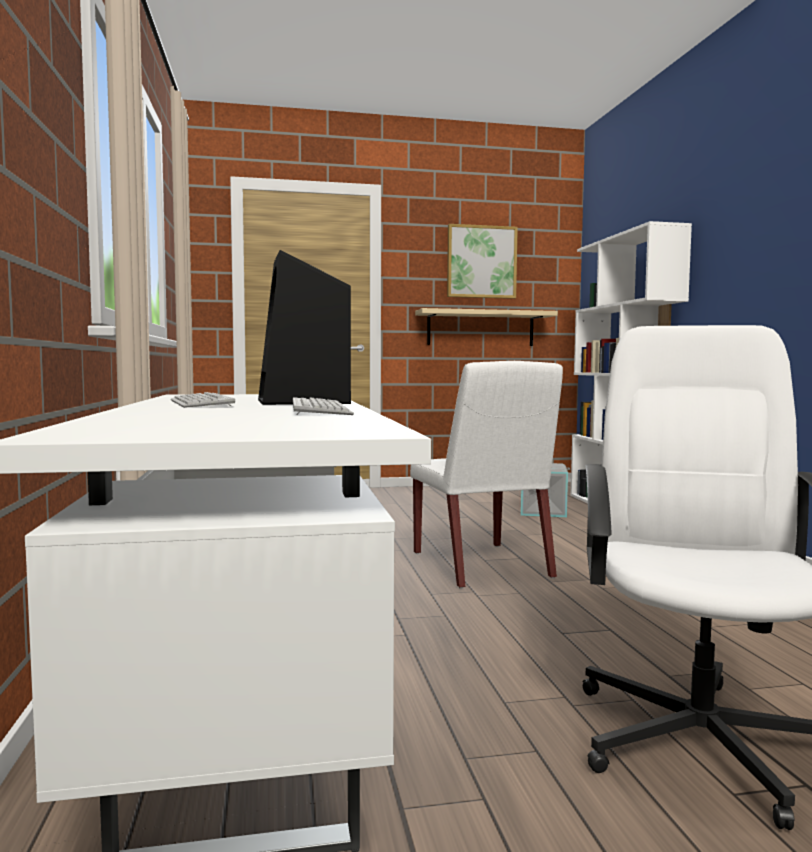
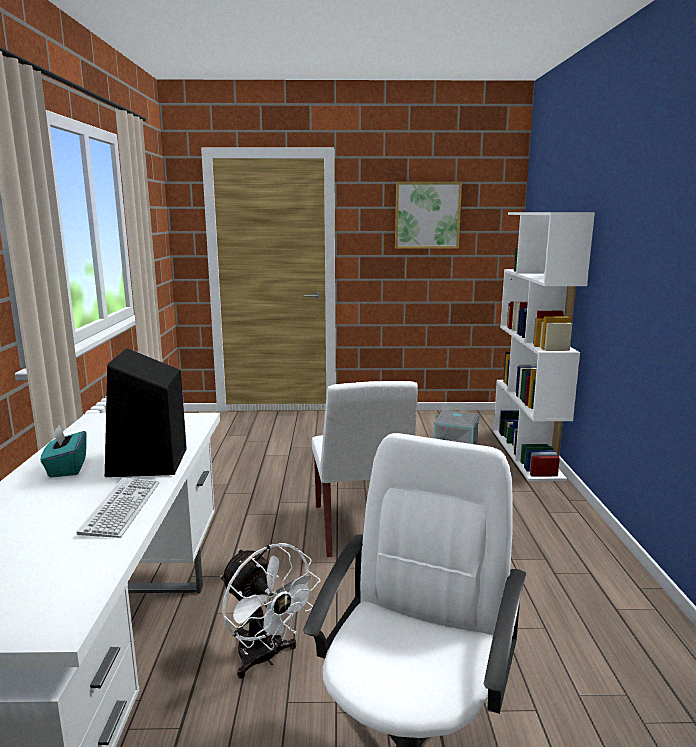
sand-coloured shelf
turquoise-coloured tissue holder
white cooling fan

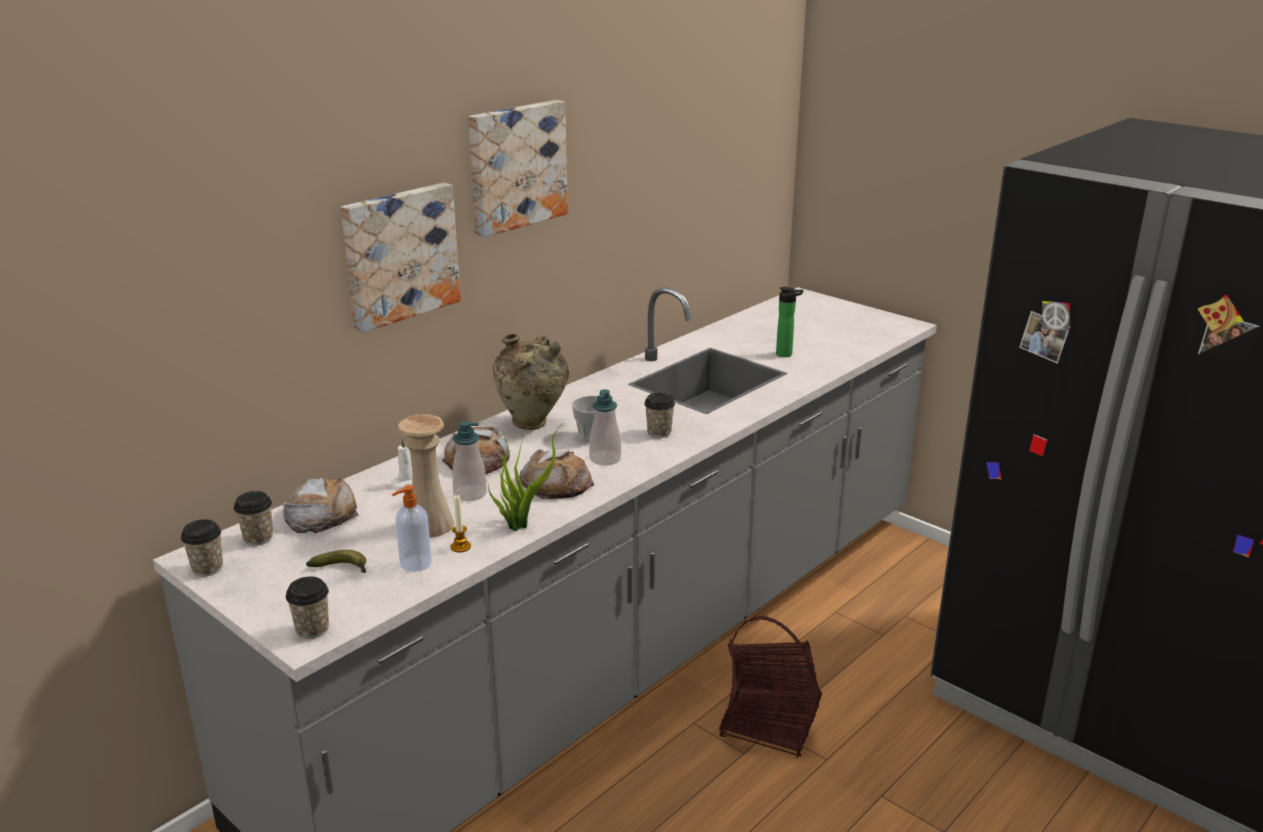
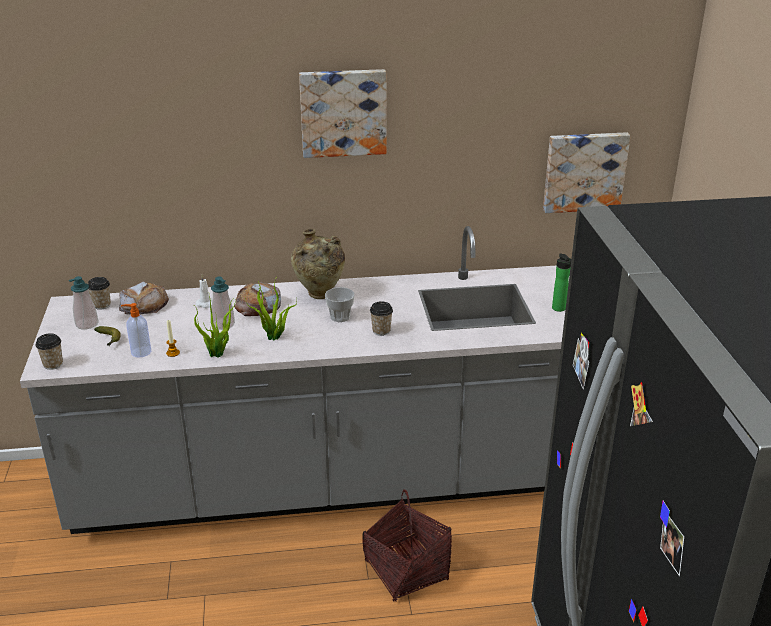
picture (2nd from left)
soap bottle (1st from left)
sand-coloured vase (1st from left in the first image)
potted plant (2nd from left)
cup (1st from left in the first image)

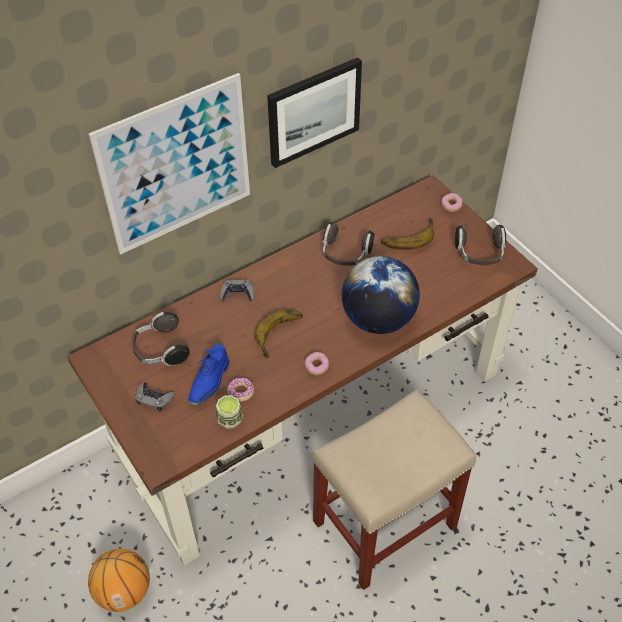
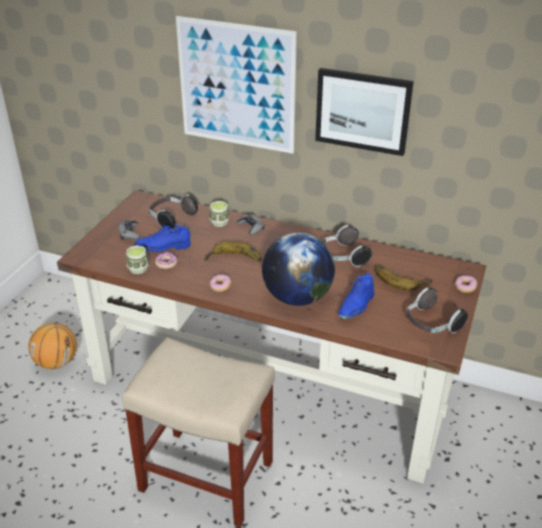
cup (2nd from left)
blue-coloured item of footwear (2nd from left)

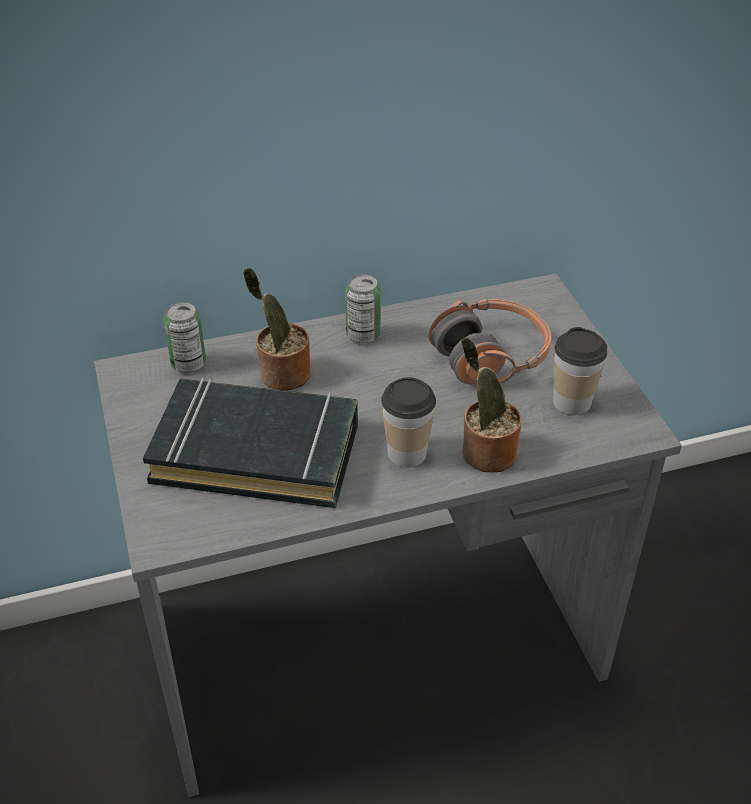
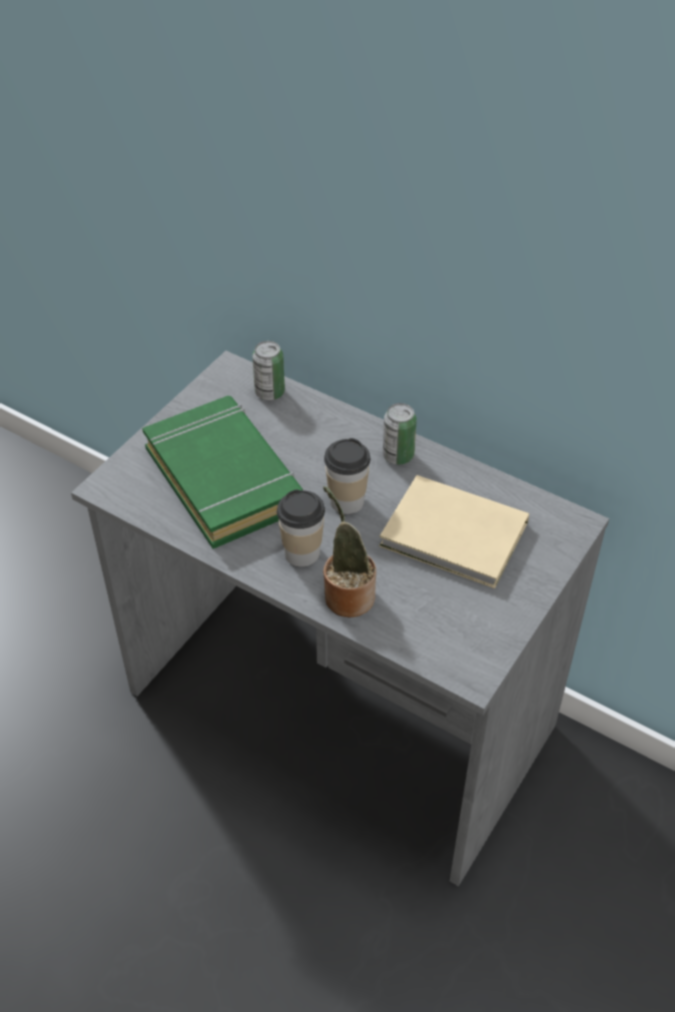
potted plant (1st from left in the first image)
sand-coloured book
cup (2nd from left)
green-coloured book

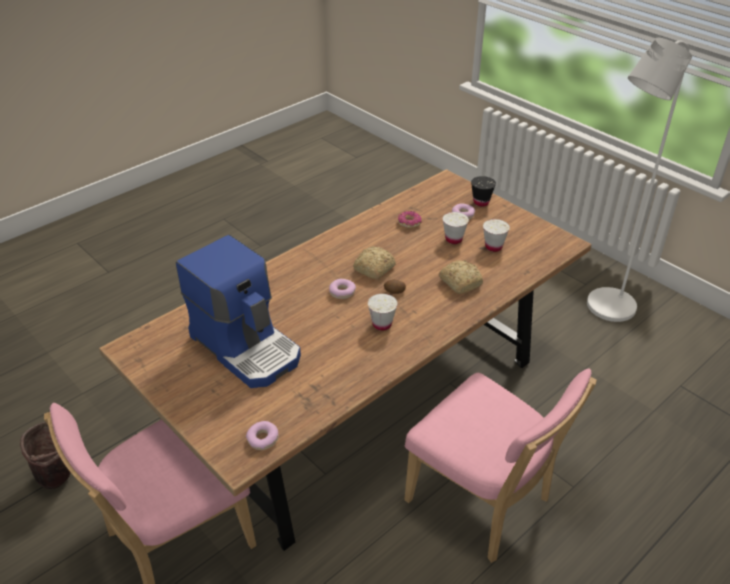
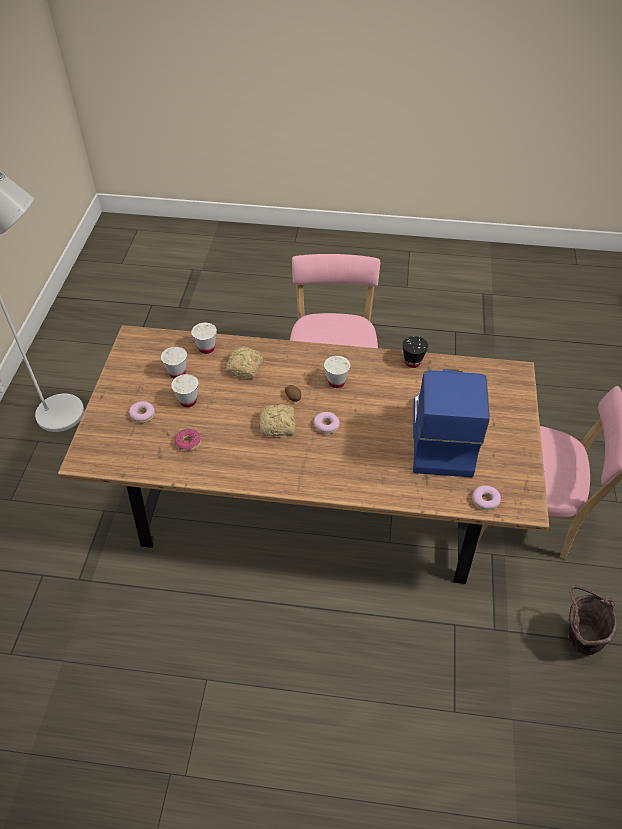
black cup
donut (4th from left)
white cup (3rd from left)

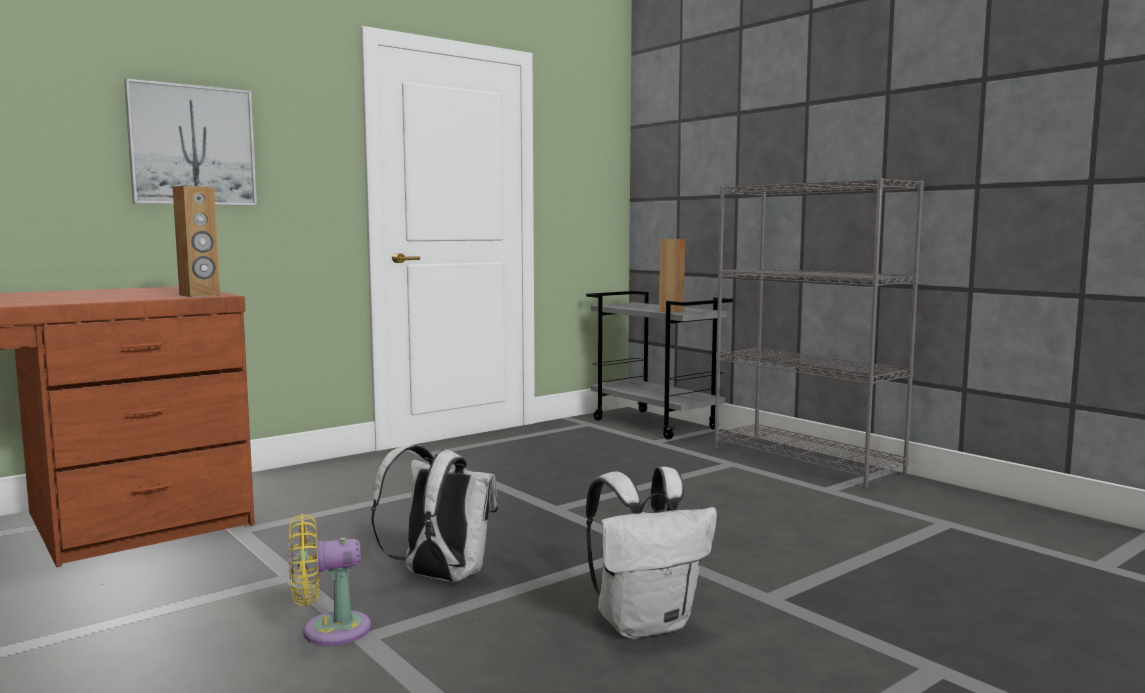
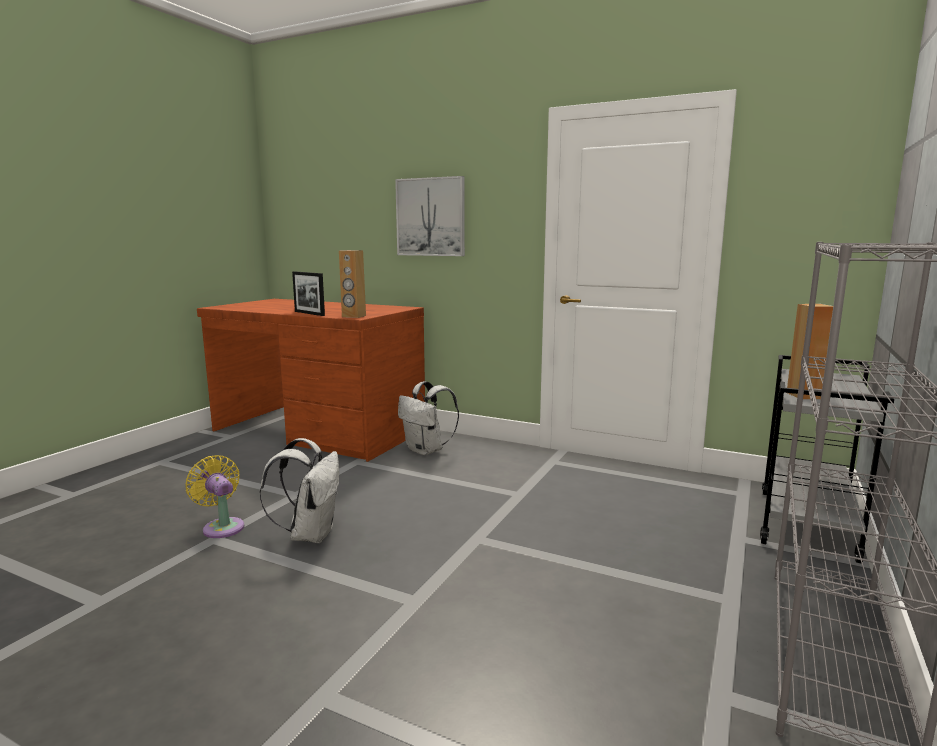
white knapsack (2nd from left)
standing frame

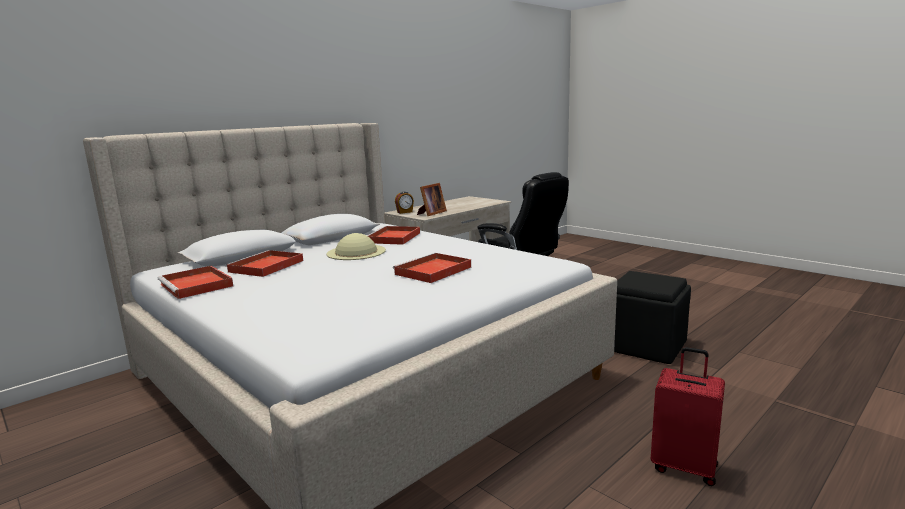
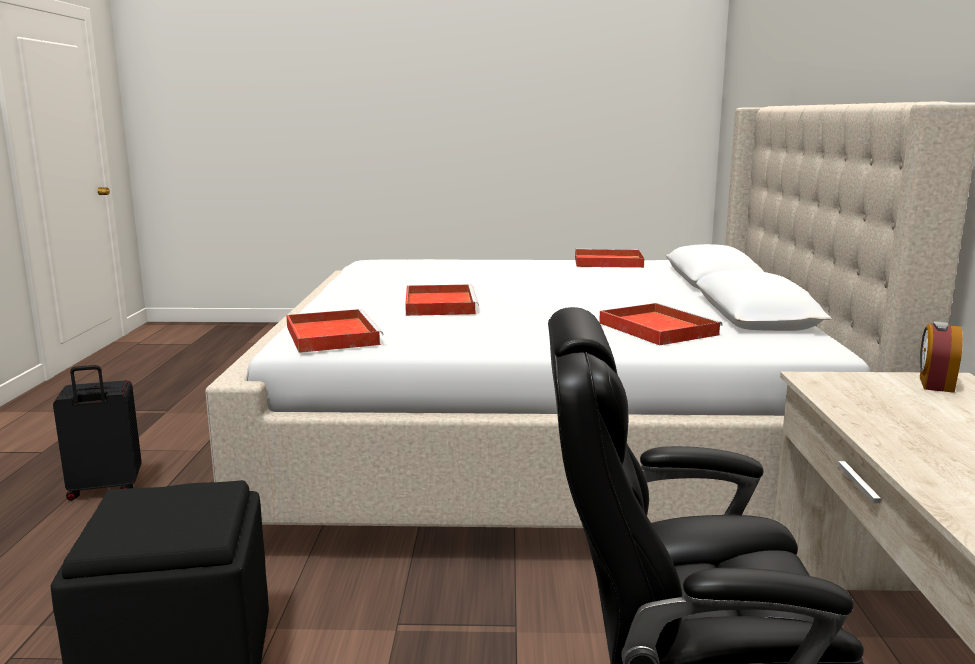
standing frame
sand-coloured clothing hat
reddish carrying tray (1st from left)
black travel case

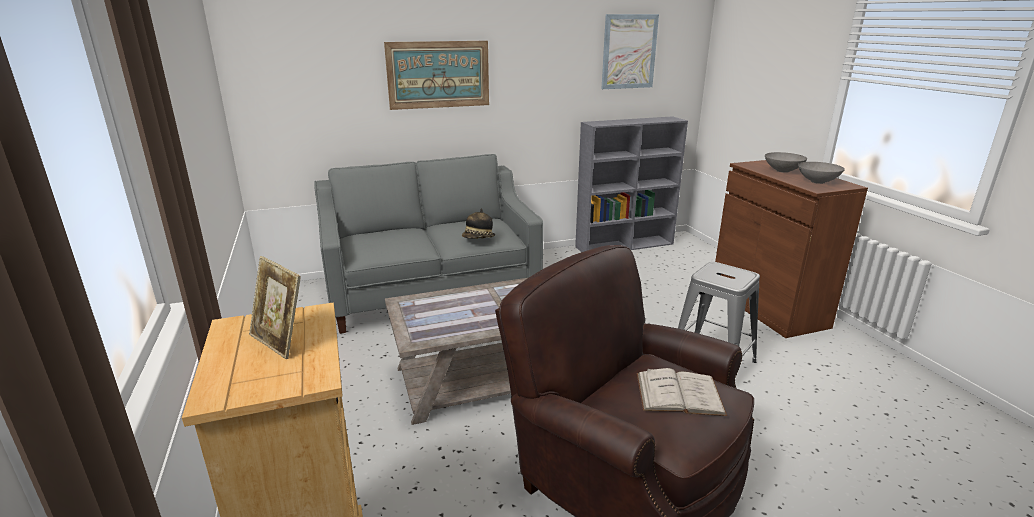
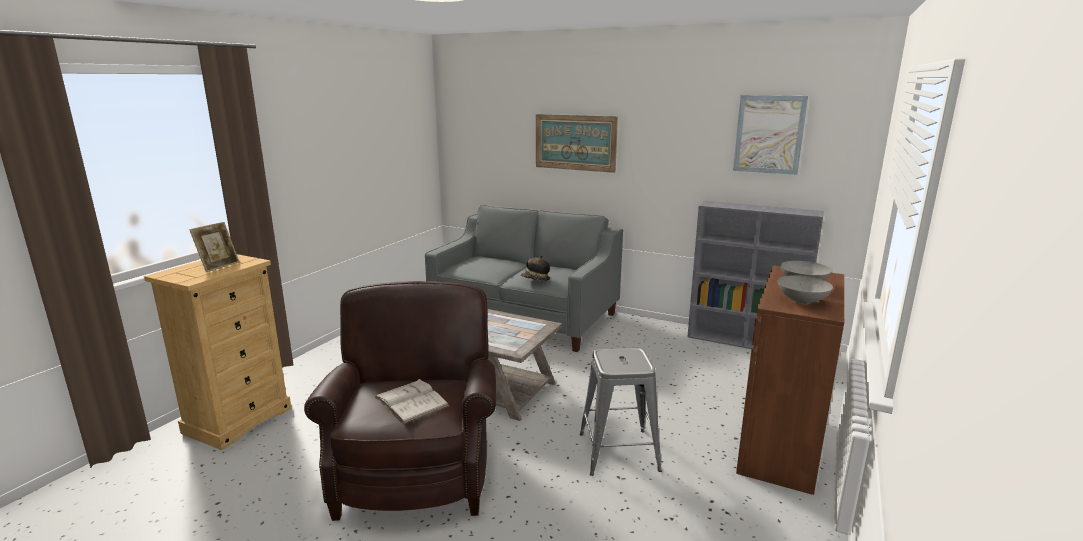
standing frame

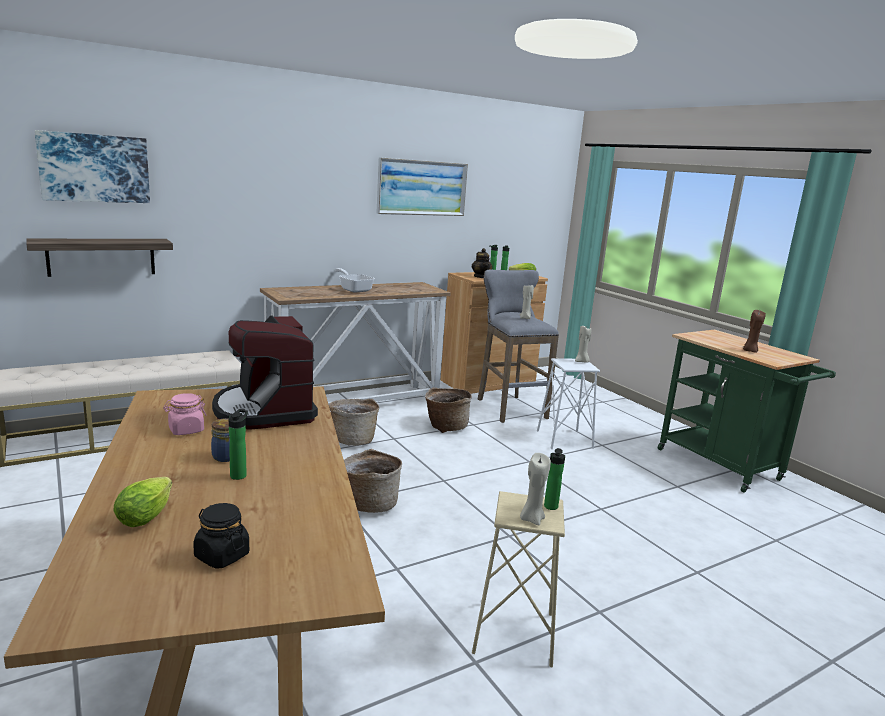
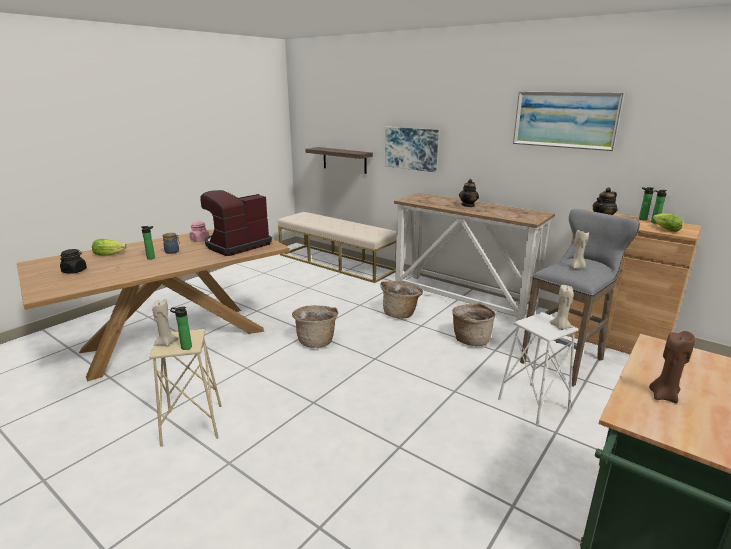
picture (1st from left)
tea pot (1st from left)

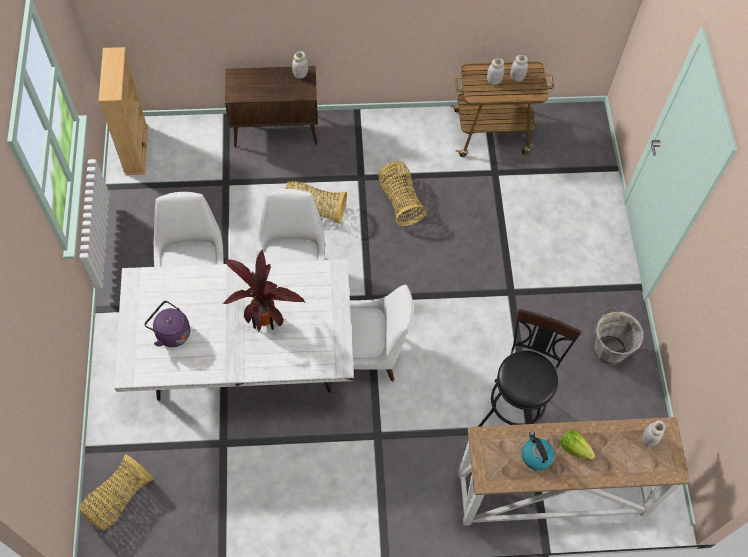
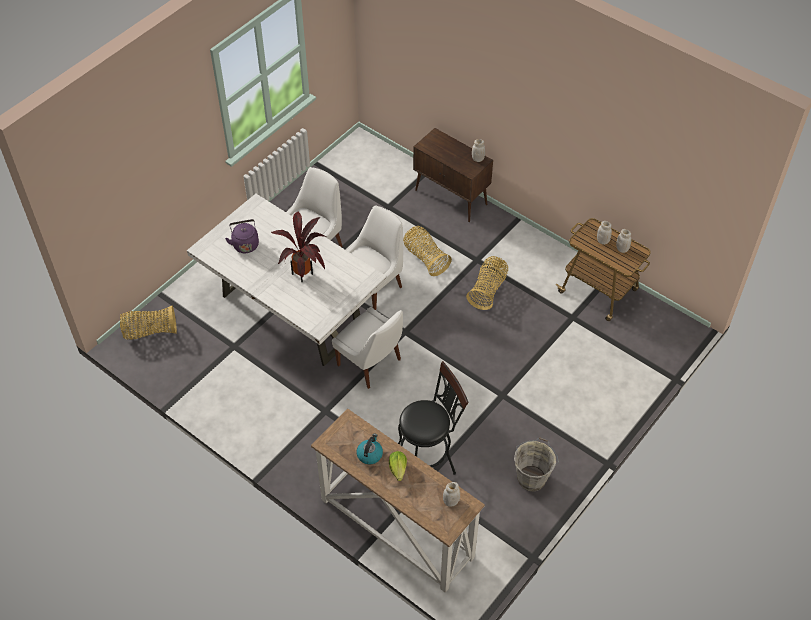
sand-coloured bookshelf

